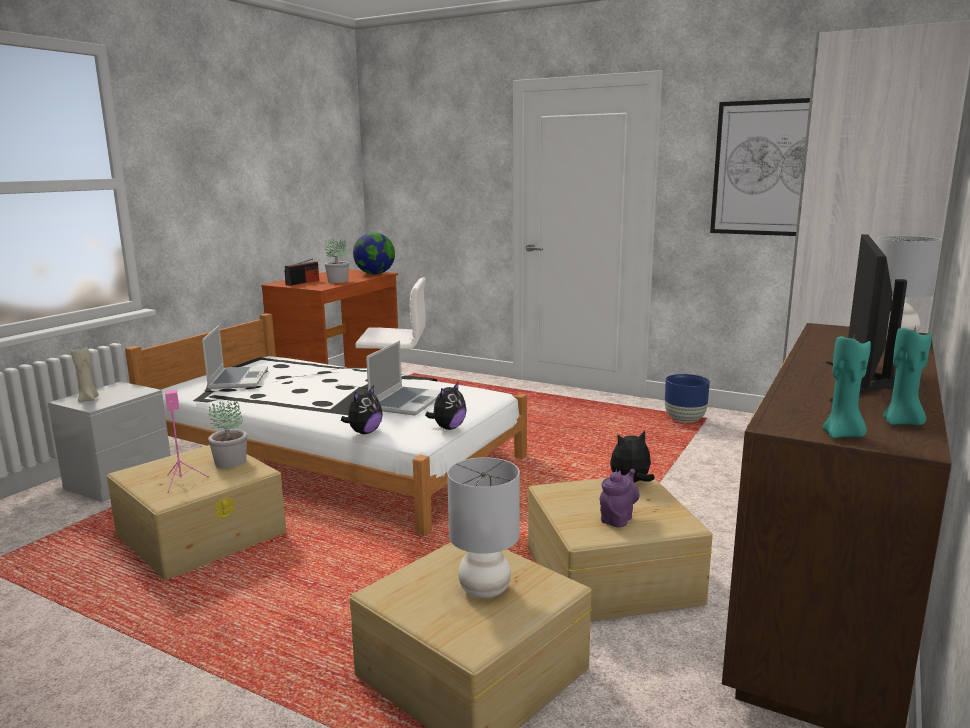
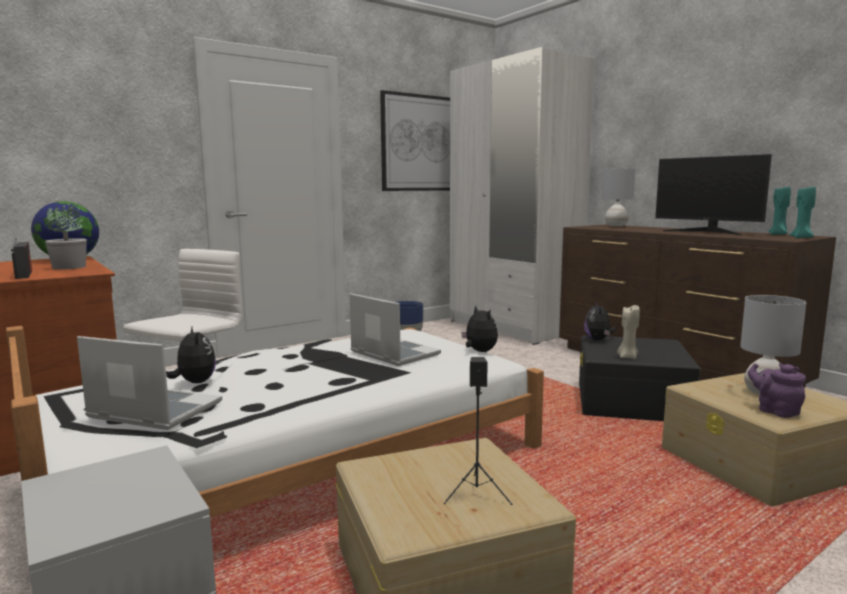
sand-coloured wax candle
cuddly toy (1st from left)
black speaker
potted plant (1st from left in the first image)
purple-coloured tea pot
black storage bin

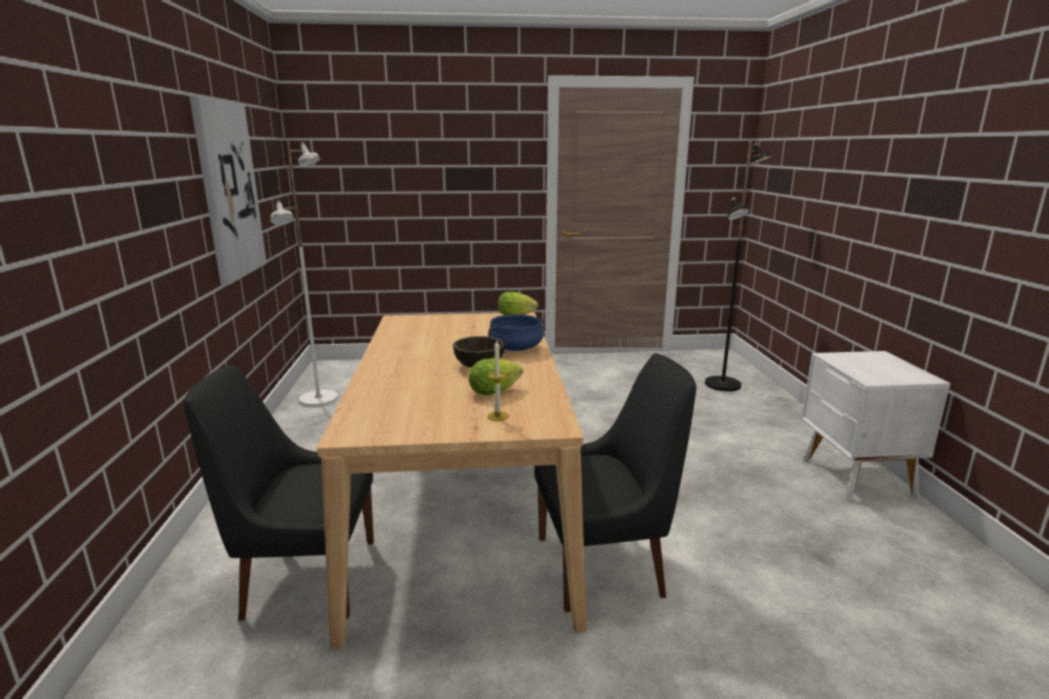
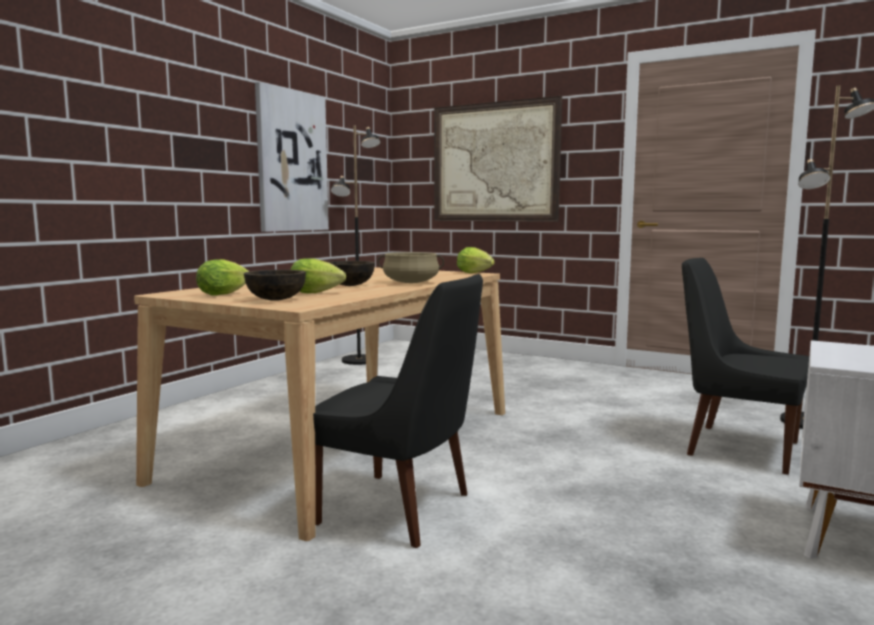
black standard lamp (1st from left)
sand-coloured stockpot
brown-coloured bowl (1st from left)
black chair (2nd from left)
picture (2nd from left)
head of lettuce (1st from left)

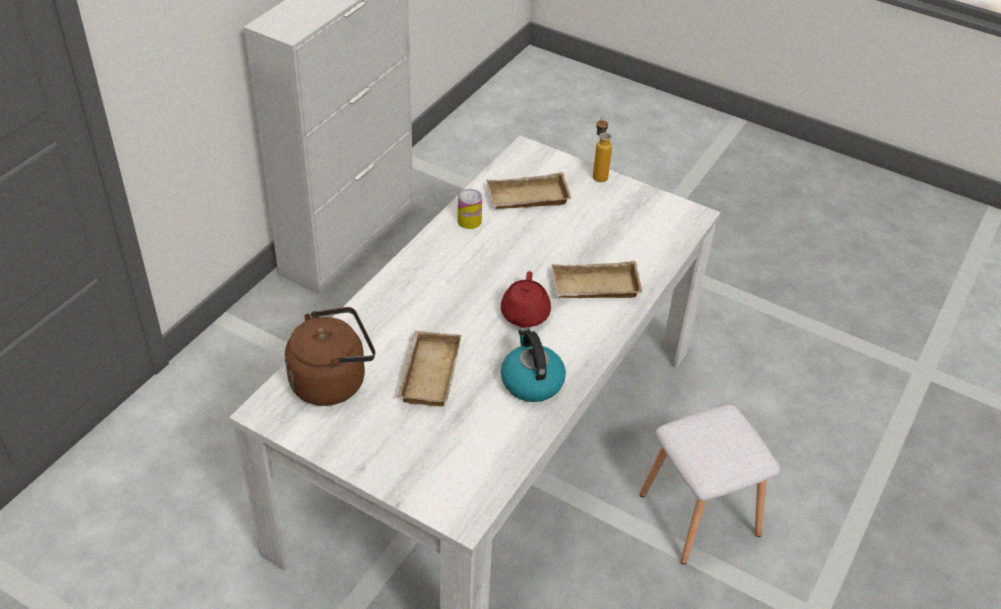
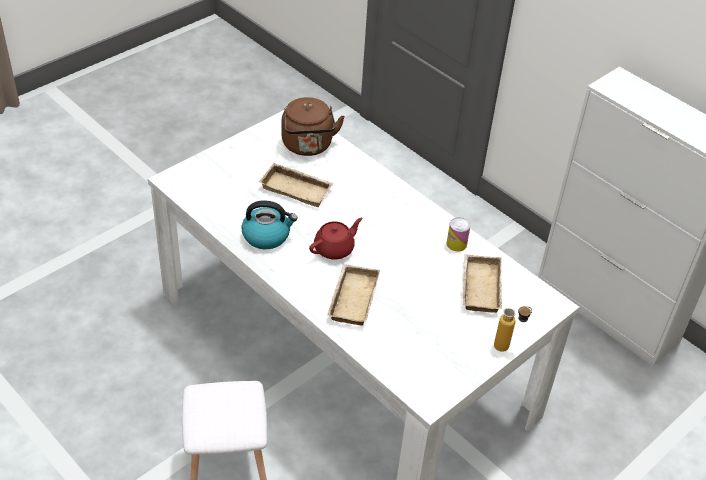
reddish tea pot

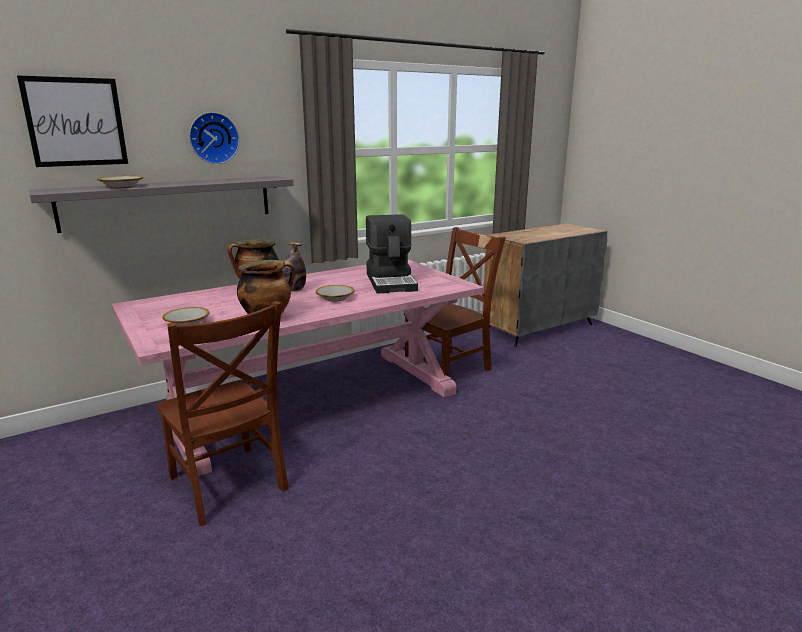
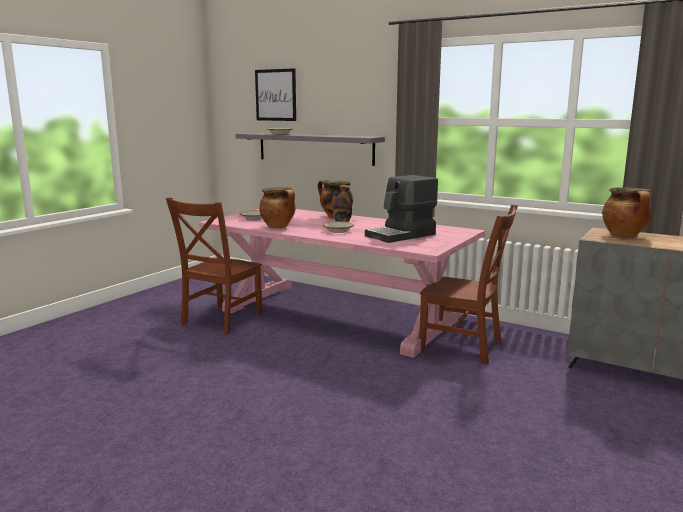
wall clock
stockpot (3rd from left)

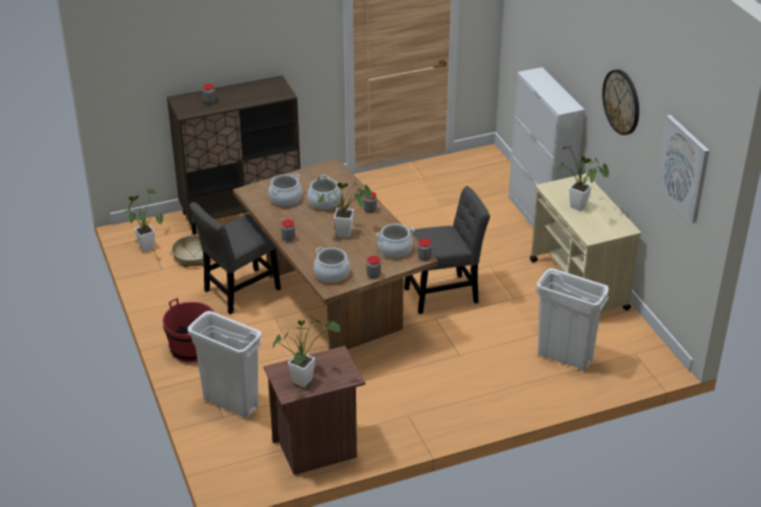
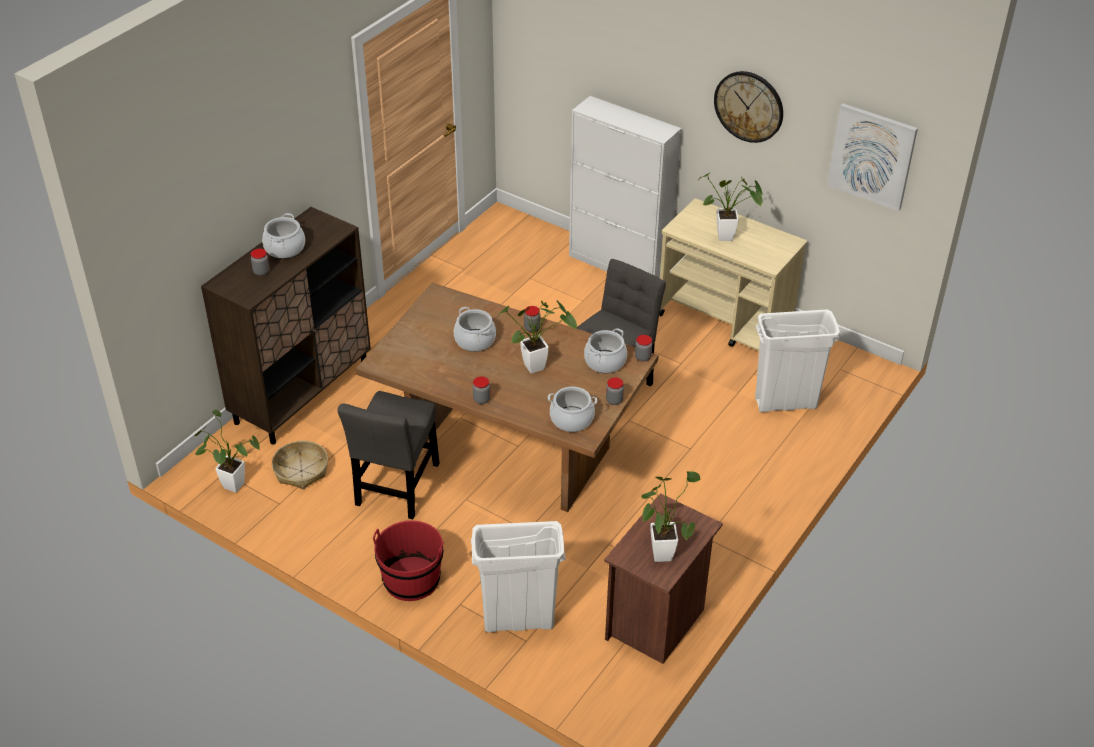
stockpot (1st from left)

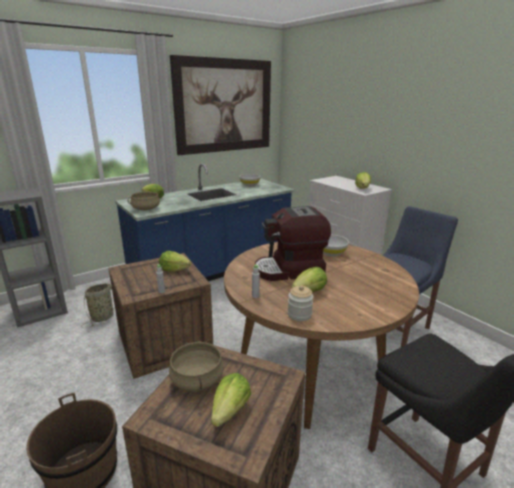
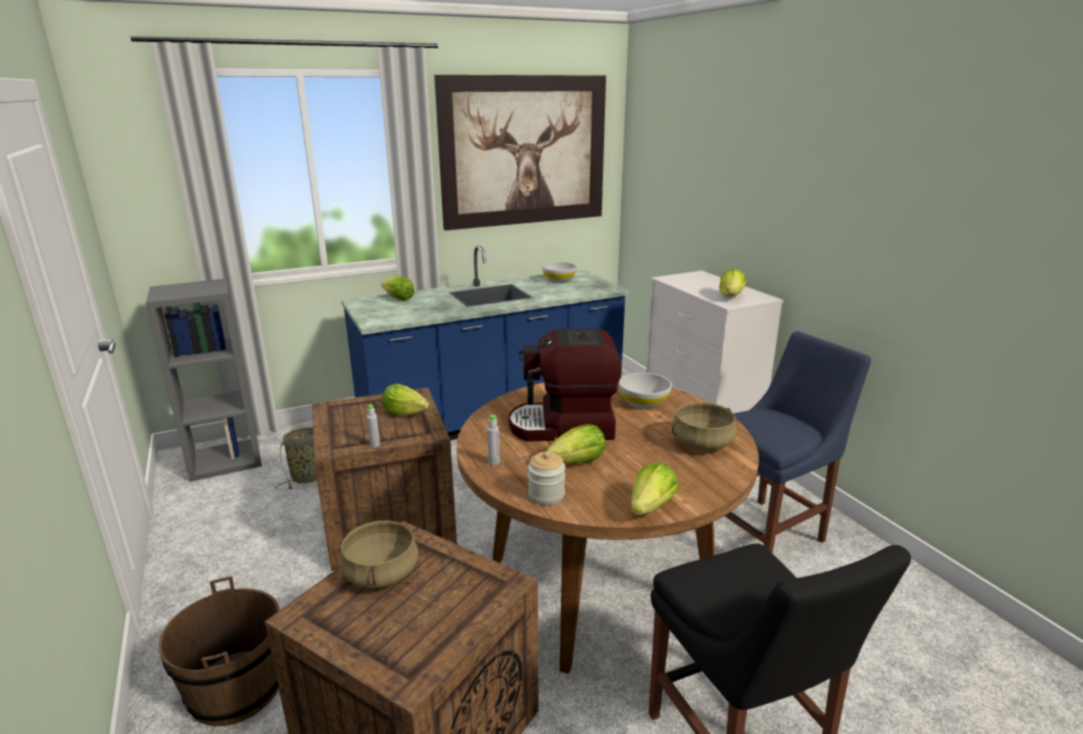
sand-coloured stockpot (2nd from left)
head of lettuce (4th from left)

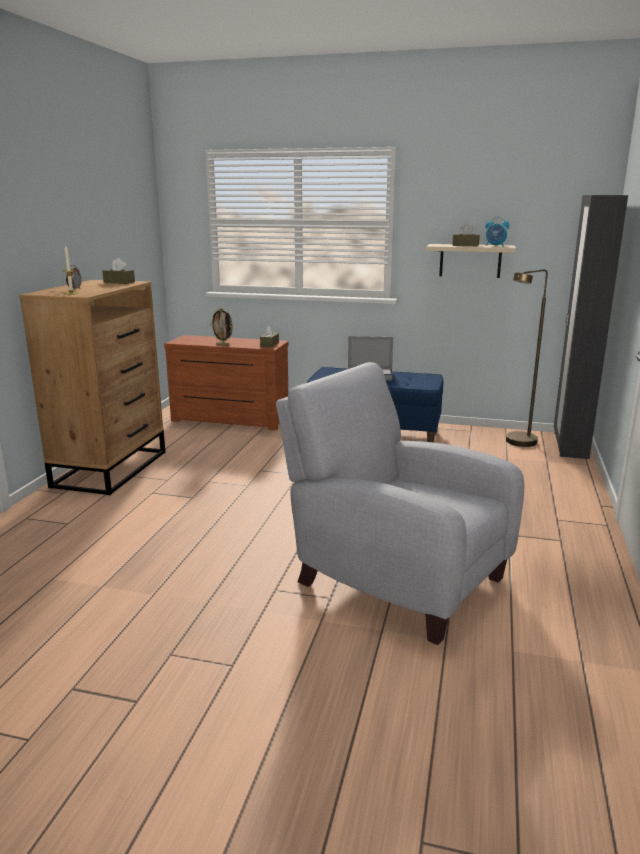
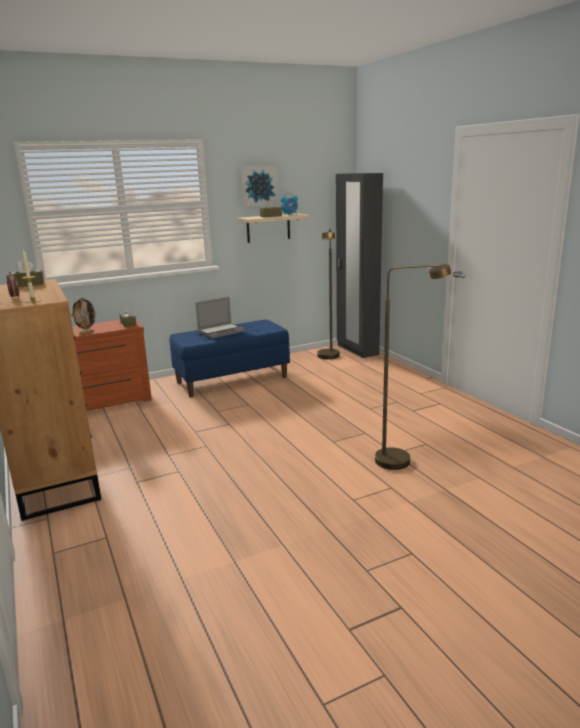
brown-coloured standard lamp (2nd from left)
picture

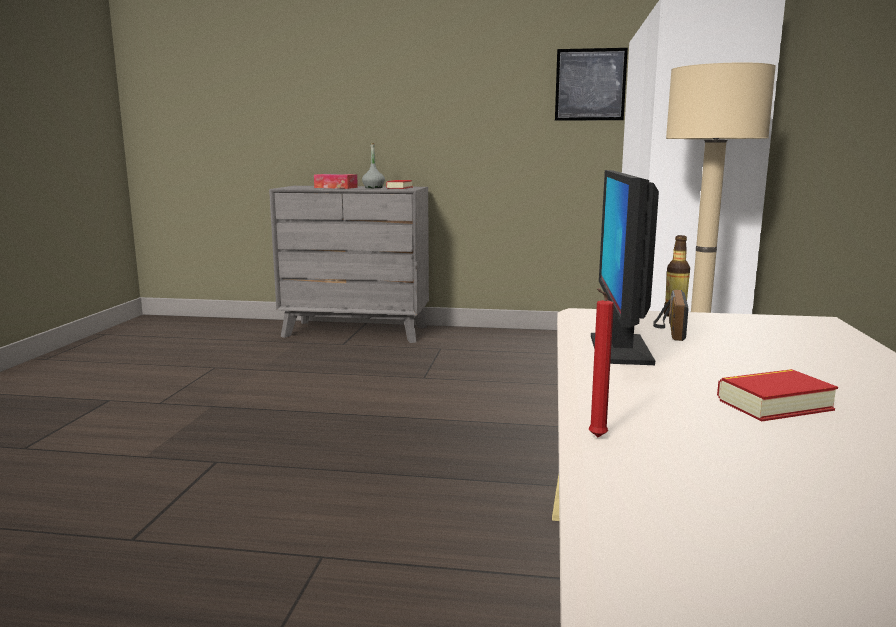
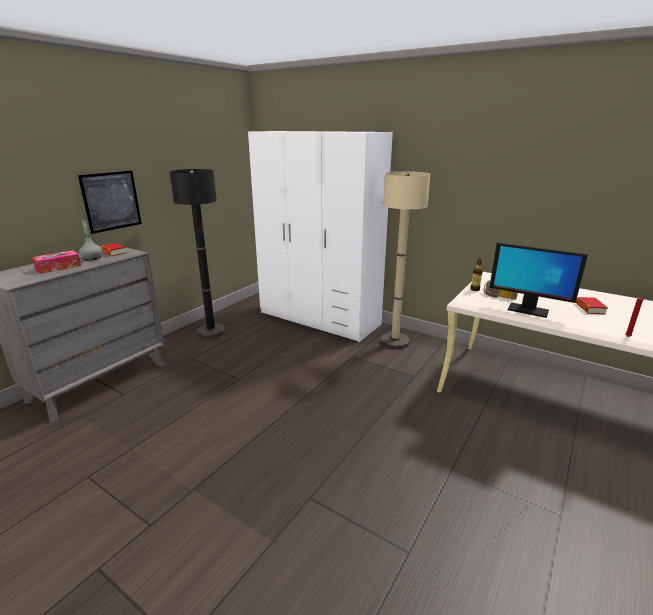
picture
black standard lamp

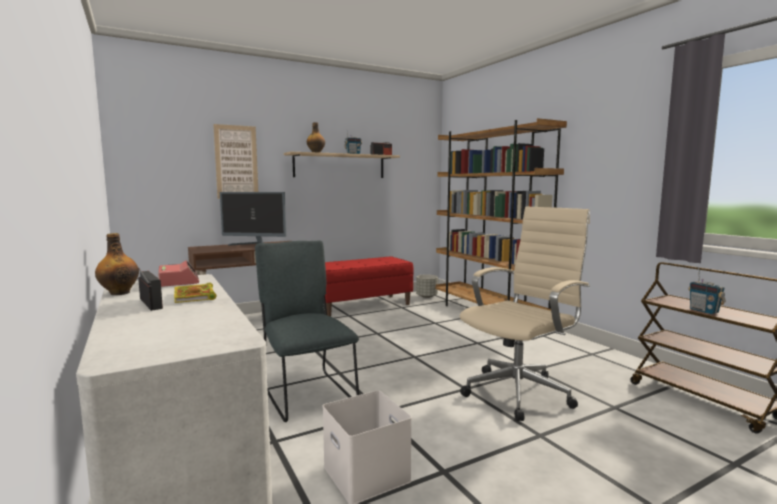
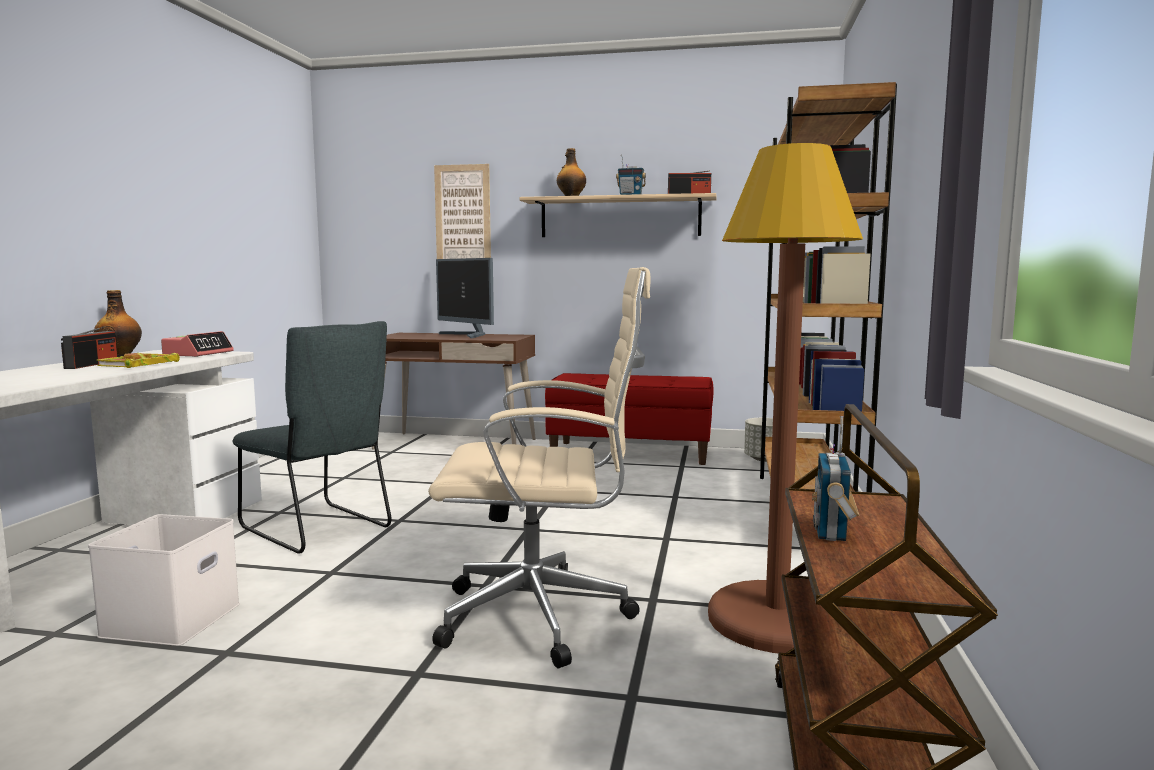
grey chair
brown-coloured standard lamp

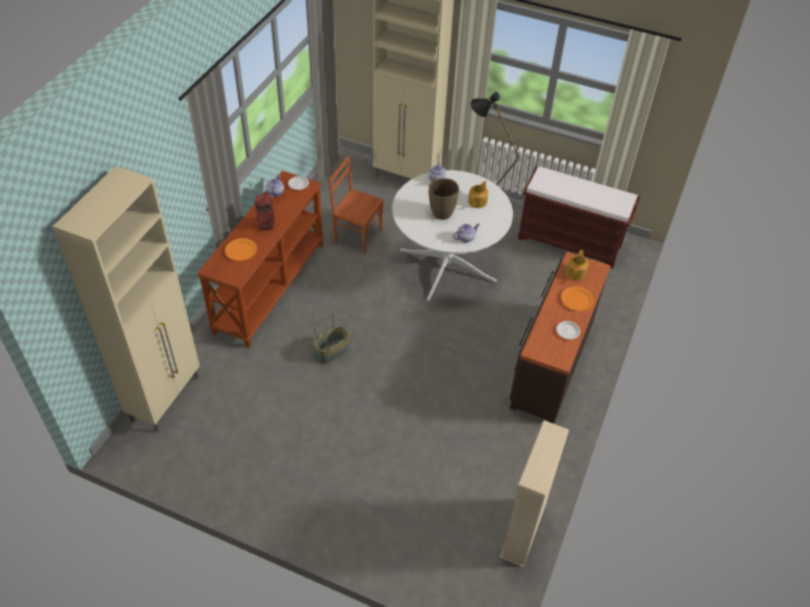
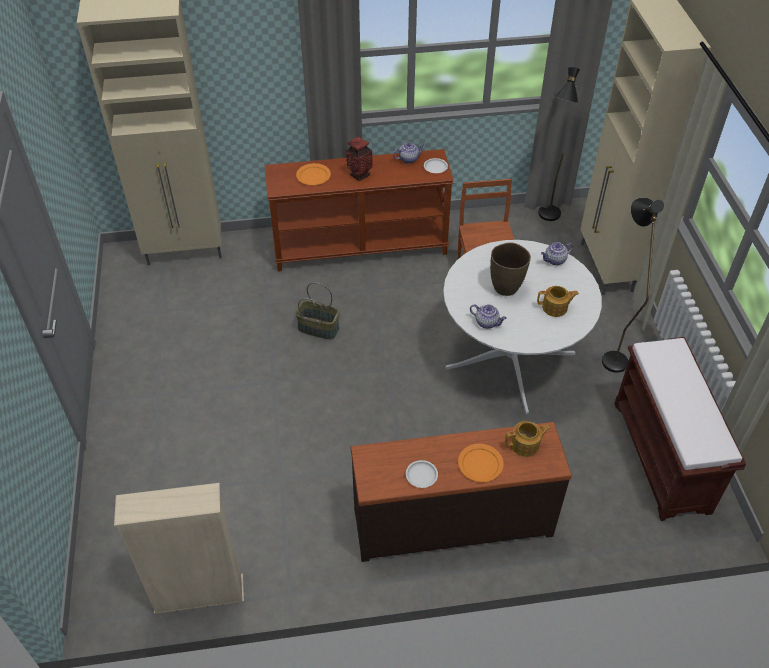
black standard lamp (1st from left)

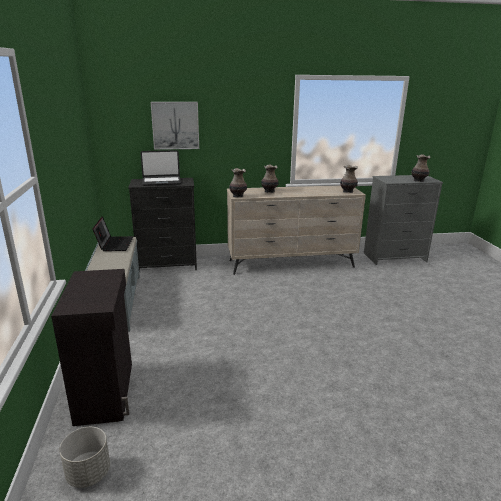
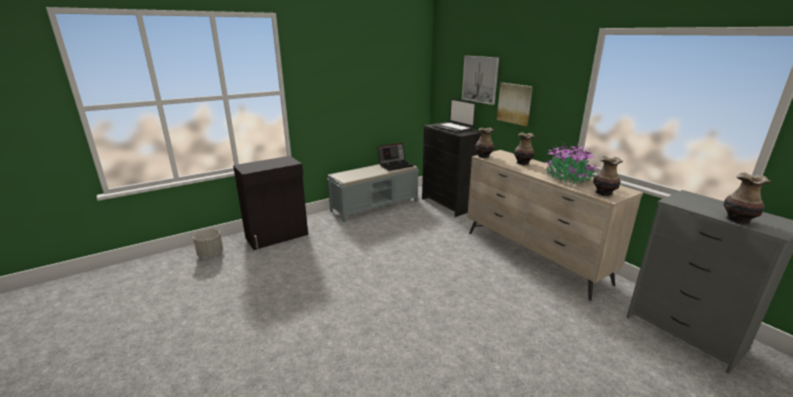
picture (2nd from left)
potted plant

